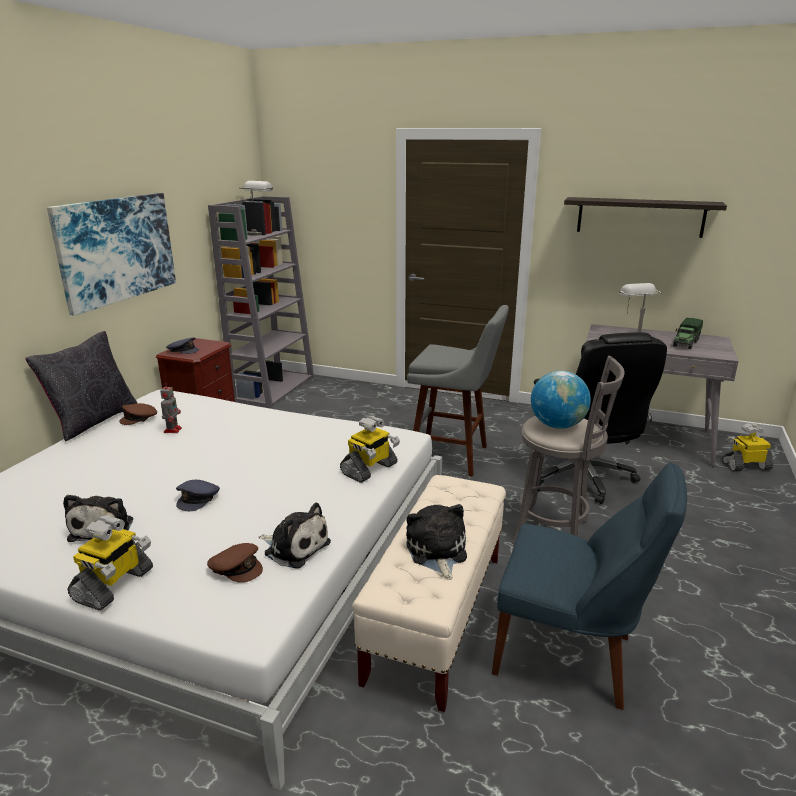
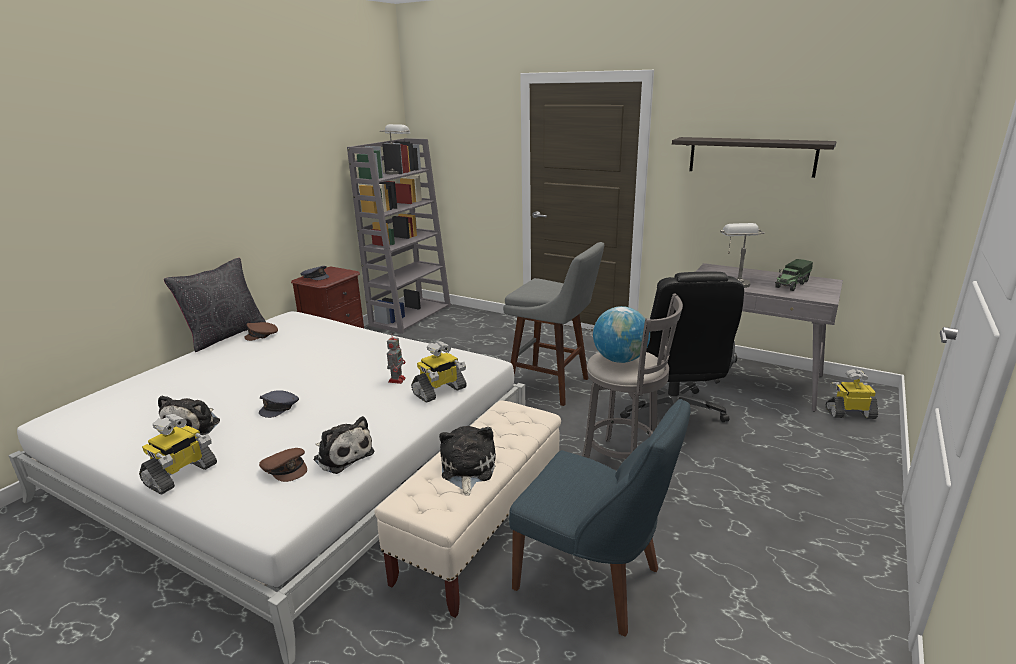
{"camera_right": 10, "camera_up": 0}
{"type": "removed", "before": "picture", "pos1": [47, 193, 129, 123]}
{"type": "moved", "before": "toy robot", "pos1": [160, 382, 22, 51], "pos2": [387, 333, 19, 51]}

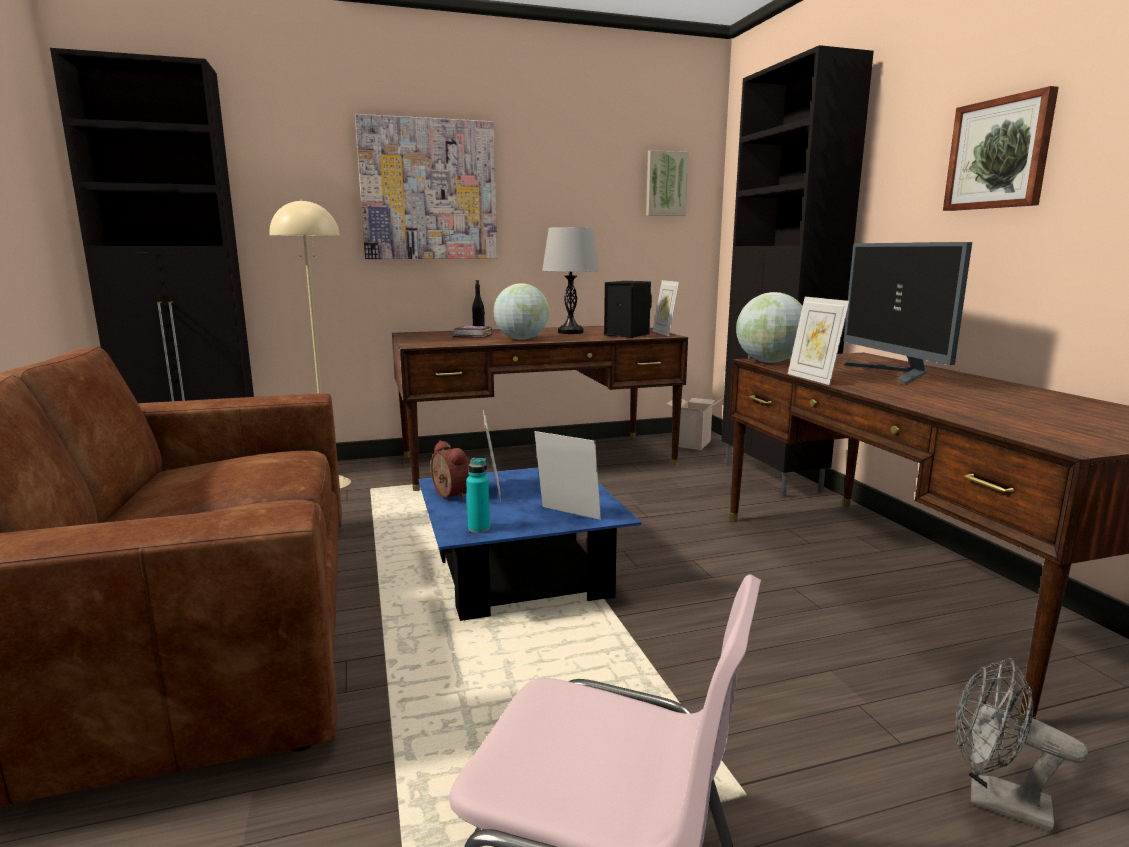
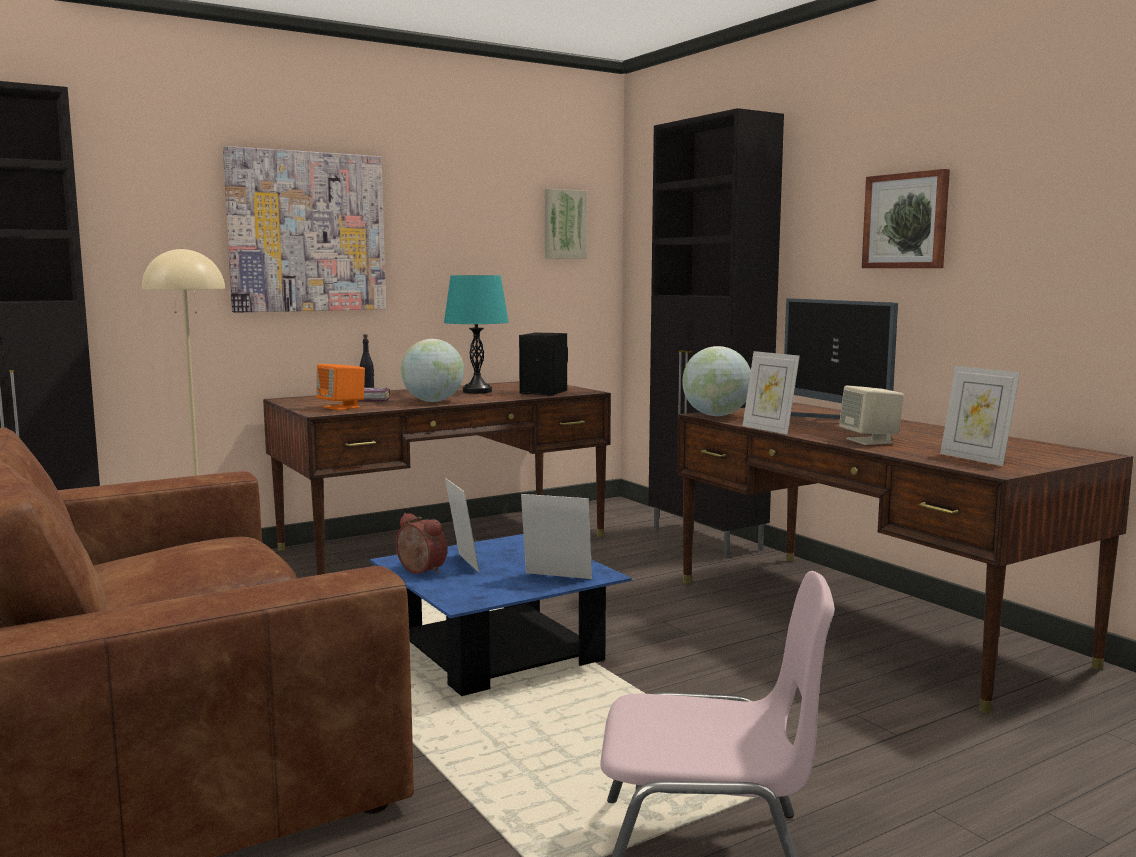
{"camera_right": -15, "camera_up": -5}
{"type": "recoloured", "before": "grey table lamp", "after": "turquoise table lamp", "pos1": [542, 227, 58, 107], "pos2": [444, 275, 65, 119]}
{"type": "moved", "before": "picture frame", "pos1": [652, 280, 27, 56], "pos2": [940, 366, 80, 100]}
{"type": "removed", "before": "cardboard box", "pos1": [667, 398, 56, 52]}
{"type": "removed", "before": "turquoise bottle", "pos1": [466, 458, 24, 75]}
{"type": "removed", "before": "grey fan", "pos1": [955, 658, 133, 173]}
{"type": "added", "after": "orange speaker", "pos2": [316, 364, 49, 46]}
{"type": "added", "after": "beige speaker", "pos2": [839, 386, 65, 59]}

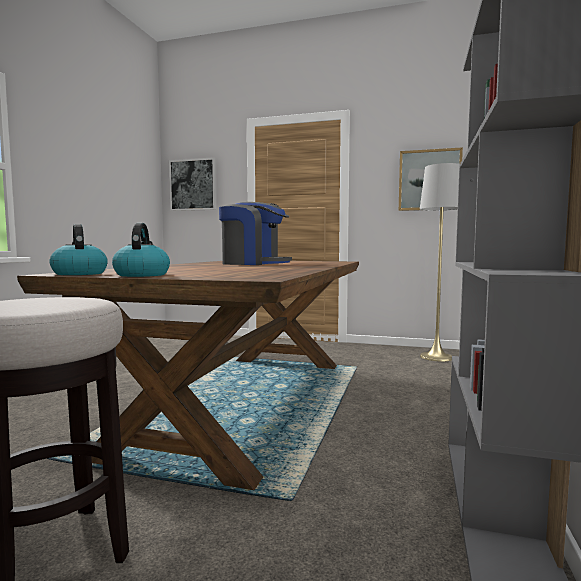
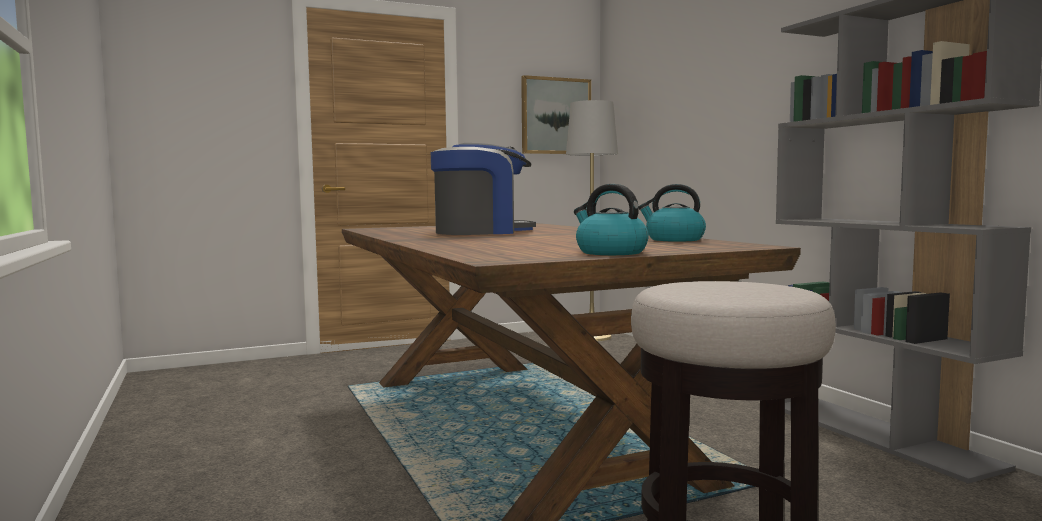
{"camera_right": -40, "camera_up": 0}
{"type": "removed", "before": "picture", "pos1": [169, 157, 48, 54]}
{"type": "moved", "before": "kettle", "pos1": [49, 224, 59, 51], "pos2": [639, 184, 67, 58]}

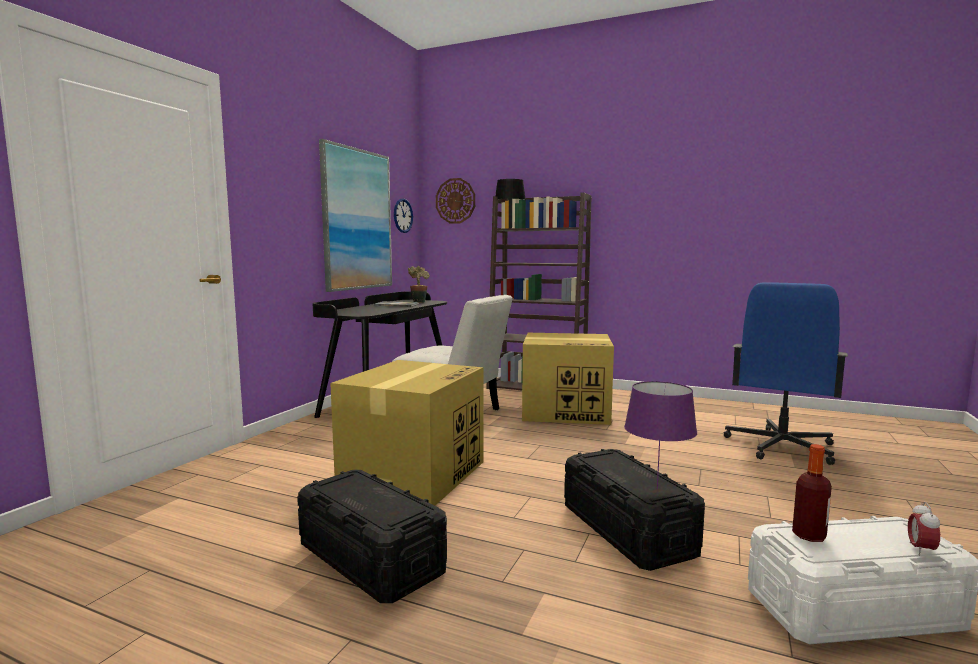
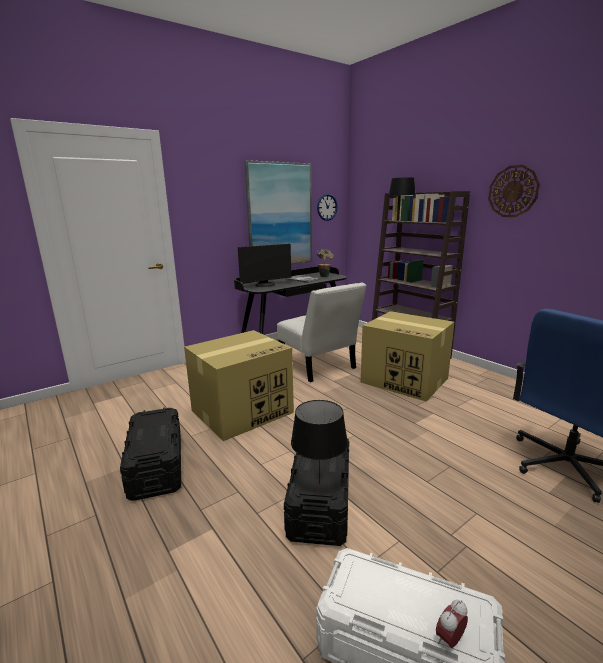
{"camera_right": 30, "camera_up": 10}
{"type": "moved", "before": "wall clock", "pos1": [436, 178, 39, 46], "pos2": [488, 165, 52, 52]}
{"type": "recoloured", "before": "purple table lamp", "after": "black table lamp", "pos1": [624, 381, 73, 108], "pos2": [291, 400, 57, 85]}
{"type": "removed", "before": "bottle", "pos1": [792, 444, 40, 98]}
{"type": "added", "after": "monitor", "pos2": [238, 244, 53, 43]}

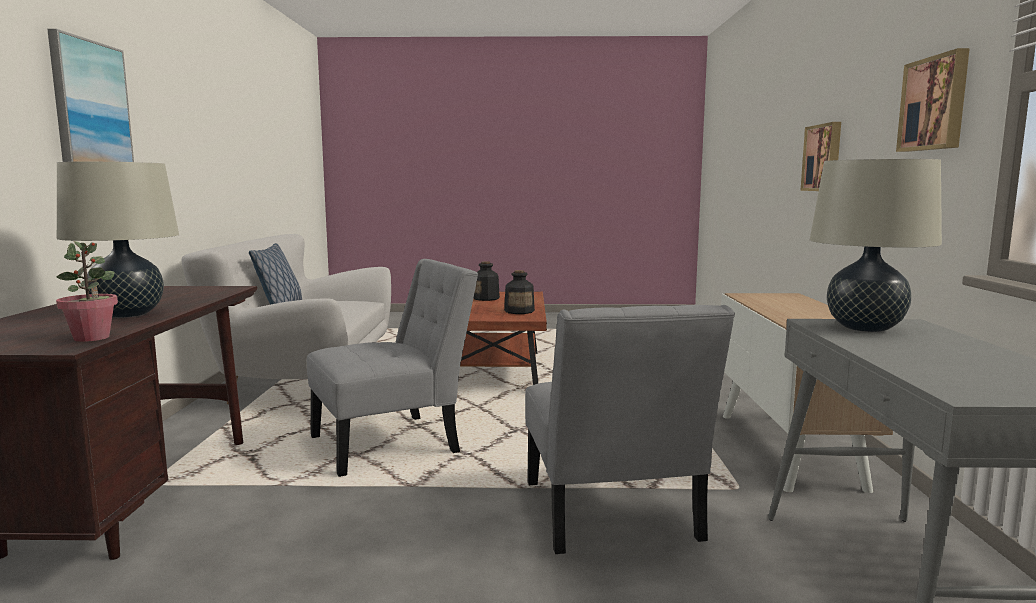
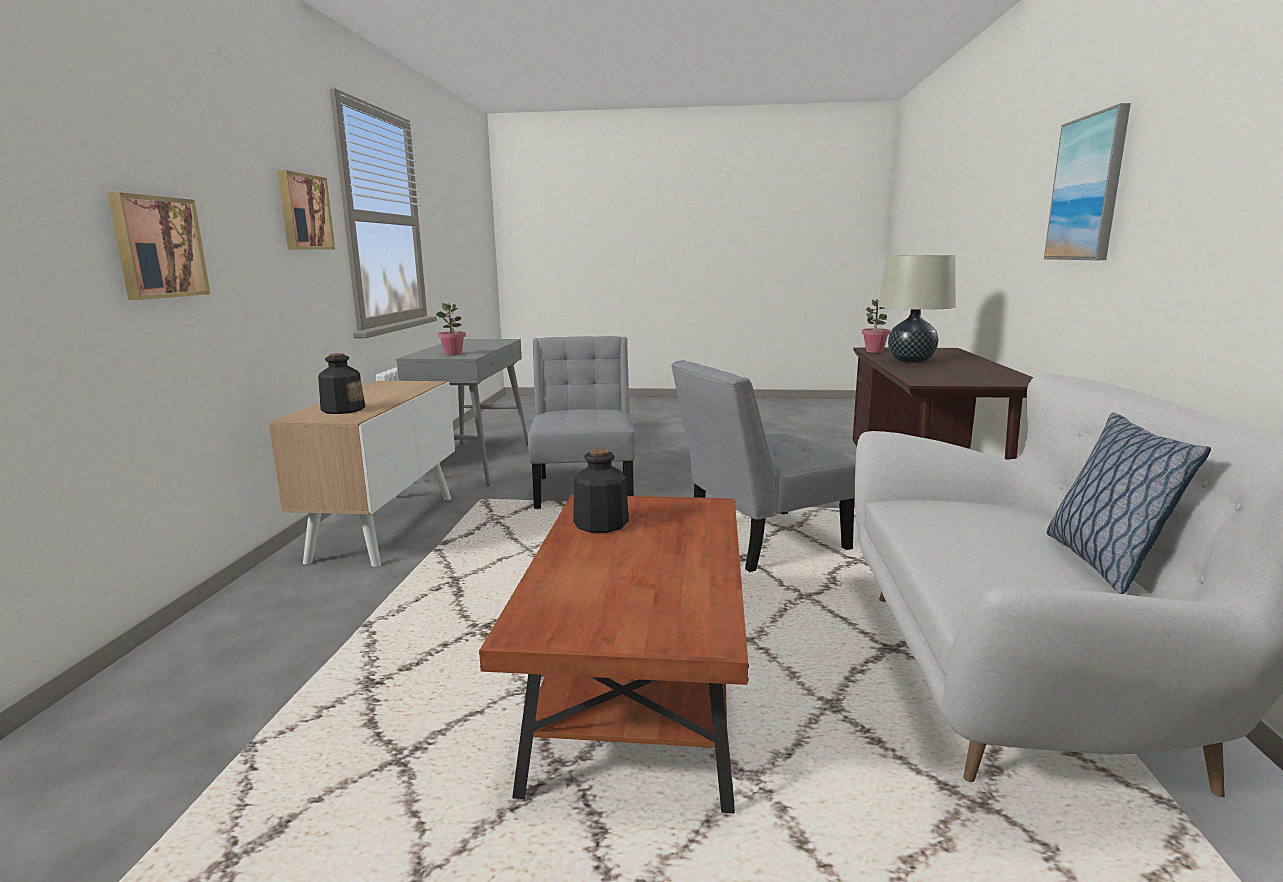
{"camera_right": -175, "camera_up": 5}
{"type": "replaced", "before": "beige table lamp", "after": "potted plant", "pos1": [810, 159, 132, 173], "pos2": [436, 303, 30, 53]}
{"type": "moved", "before": "bottle", "pos1": [474, 261, 26, 40], "pos2": [318, 353, 47, 61]}

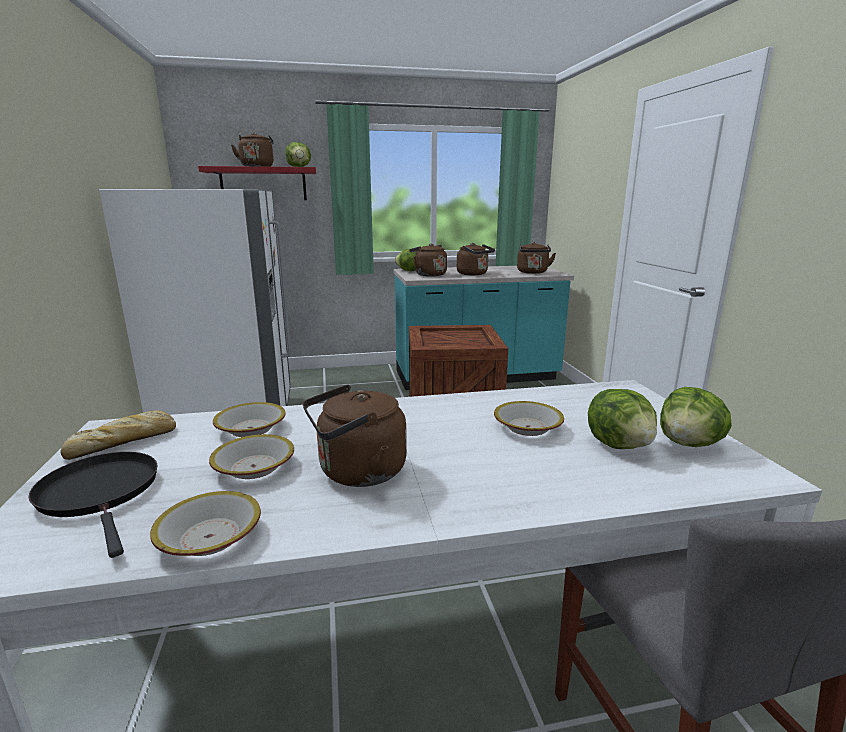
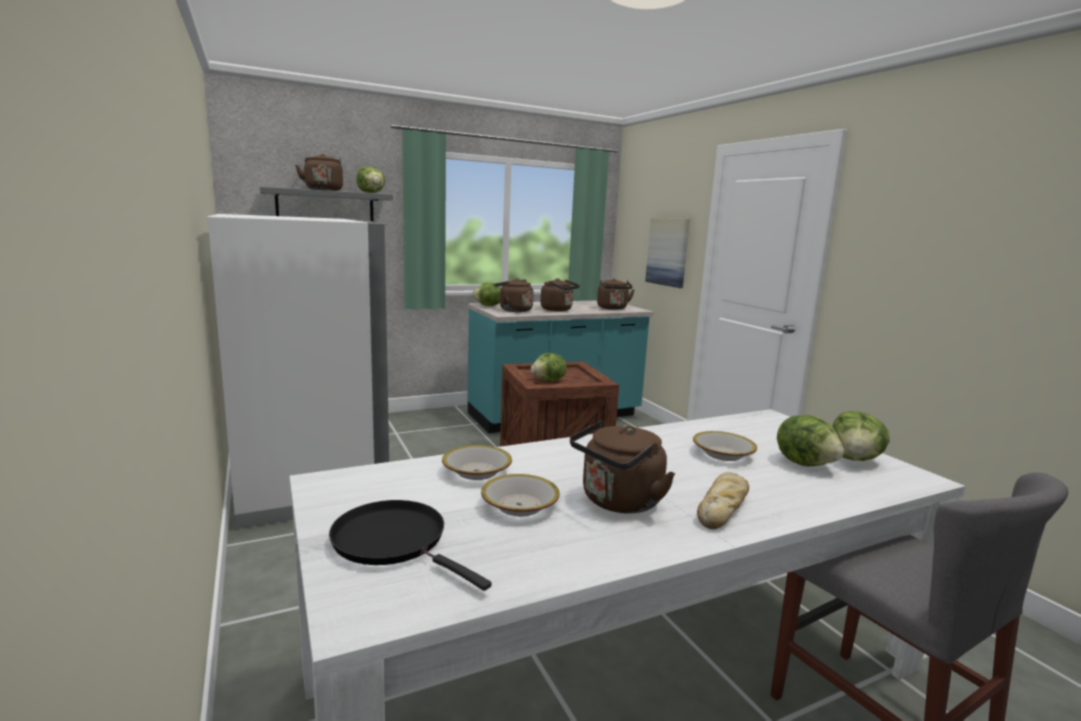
{"camera_right": -15, "camera_up": -5}
{"type": "recoloured", "before": "red shelf", "after": "grey shelf", "pos1": [198, 166, 118, 34], "pos2": [260, 187, 133, 34]}
{"type": "moved", "before": "bread", "pos1": [60, 410, 116, 50], "pos2": [697, 472, 52, 57]}
{"type": "removed", "before": "bowl", "pos1": [150, 491, 111, 65]}
{"type": "added", "after": "picture", "pos2": [645, 218, 45, 70]}
{"type": "added", "after": "lettuce", "pos2": [531, 353, 36, 29]}

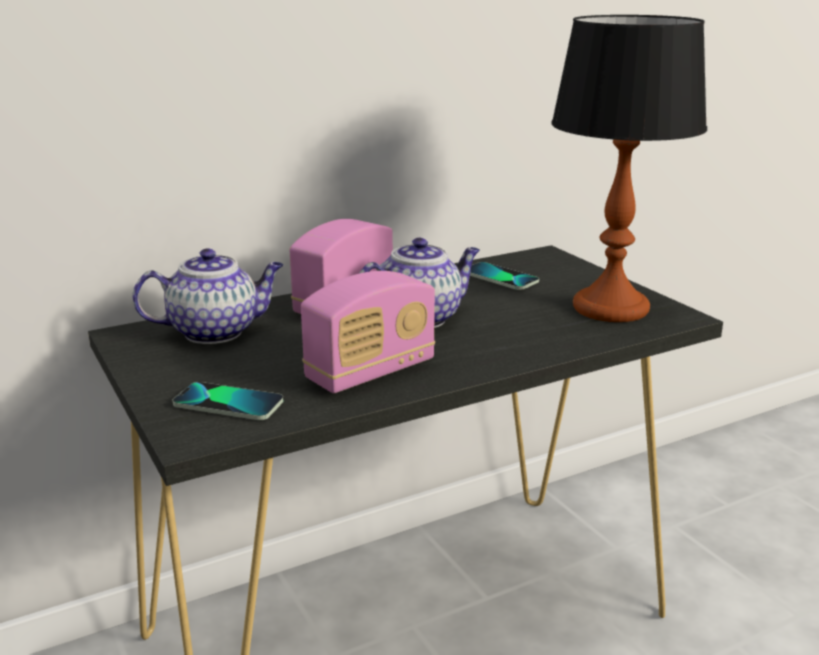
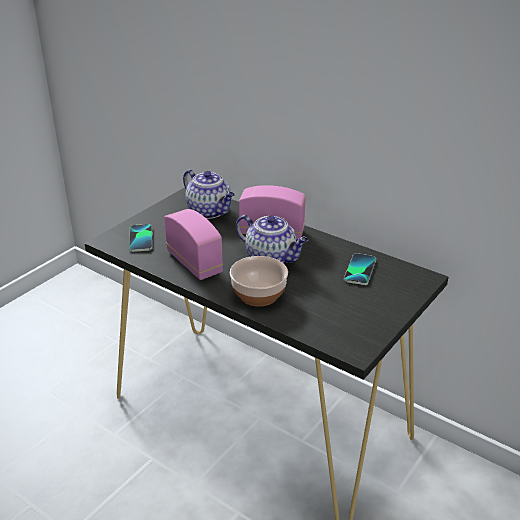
{"camera_right": 65, "camera_up": 10}
{"type": "removed", "before": "table lamp", "pos1": [551, 15, 156, 307]}
{"type": "turned", "before": "radio", "pos1": [301, 271, 134, 122], "pos2": [164, 209, 59, 71], "turn": -150}
{"type": "added", "after": "bowl", "pos2": [230, 256, 58, 51]}

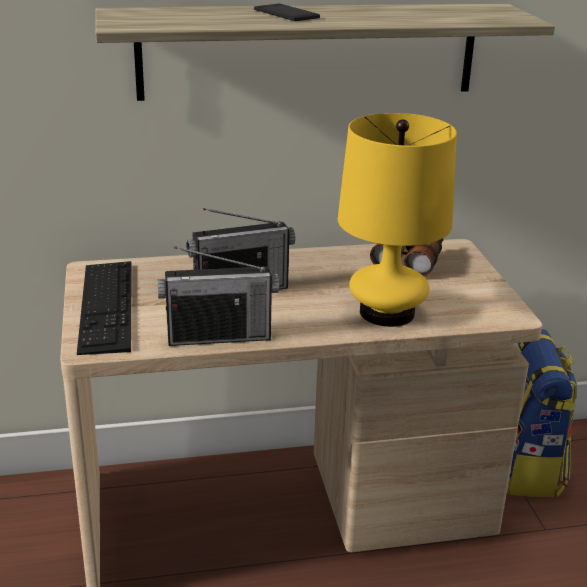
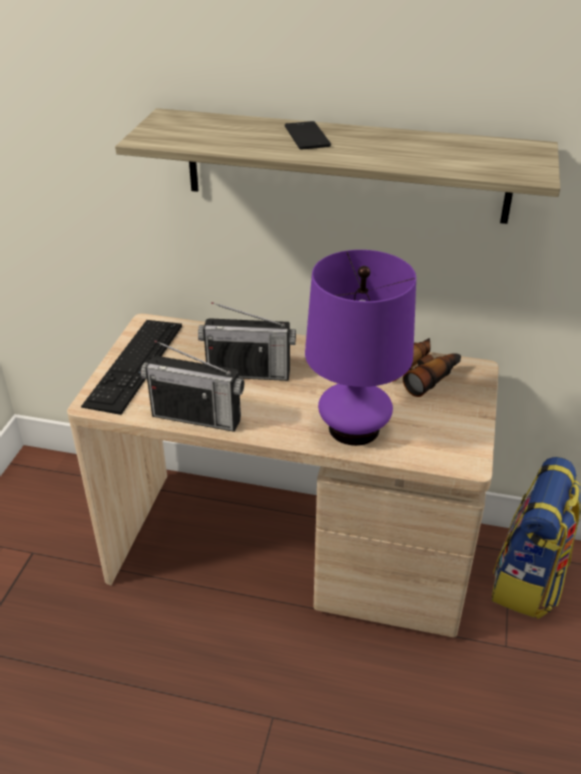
{"camera_right": 25, "camera_up": 10}
{"type": "recoloured", "before": "yellow table lamp", "after": "purple table lamp", "pos1": [338, 113, 119, 214], "pos2": [305, 250, 111, 196]}

